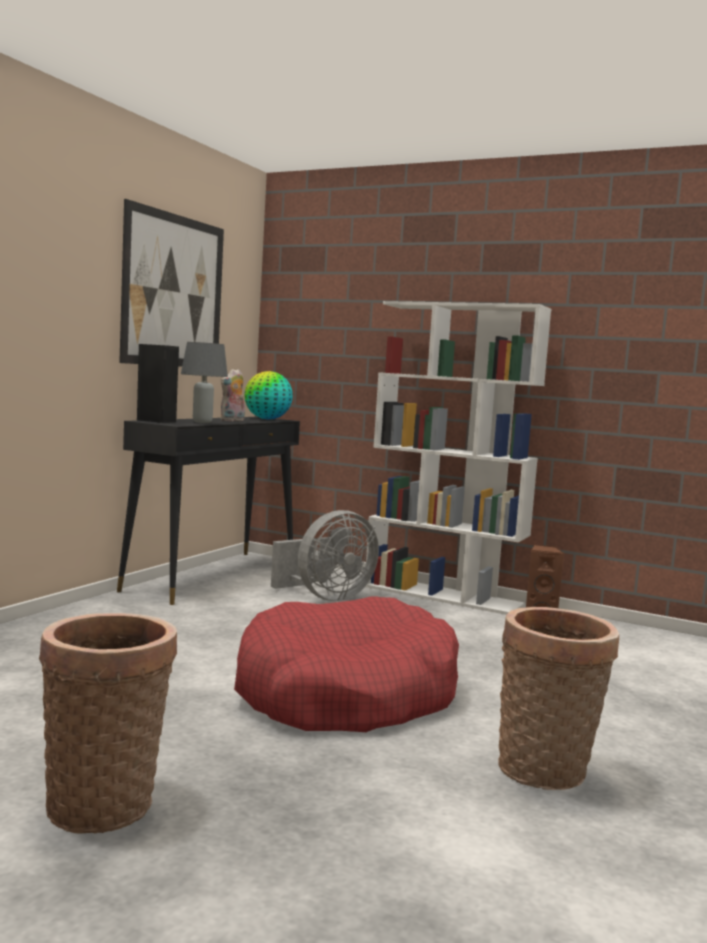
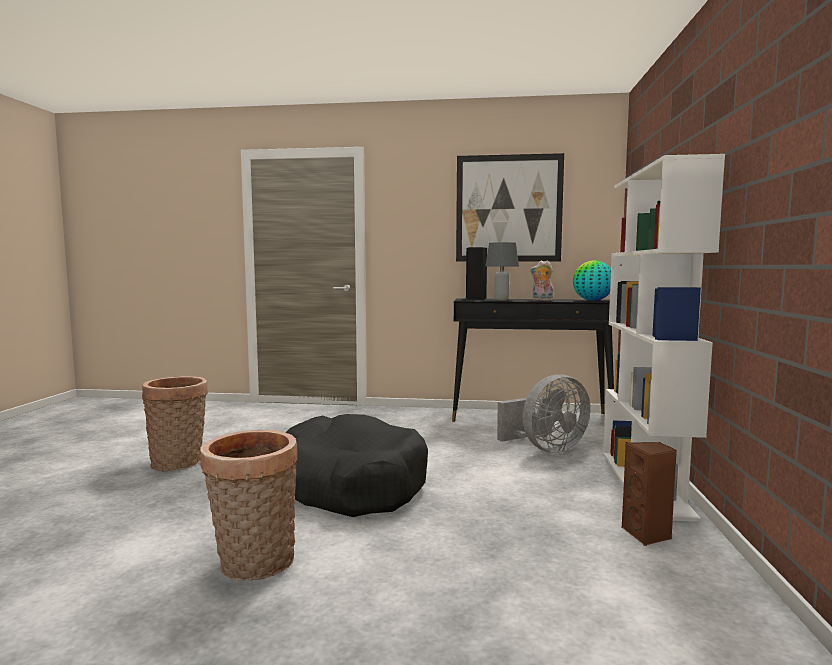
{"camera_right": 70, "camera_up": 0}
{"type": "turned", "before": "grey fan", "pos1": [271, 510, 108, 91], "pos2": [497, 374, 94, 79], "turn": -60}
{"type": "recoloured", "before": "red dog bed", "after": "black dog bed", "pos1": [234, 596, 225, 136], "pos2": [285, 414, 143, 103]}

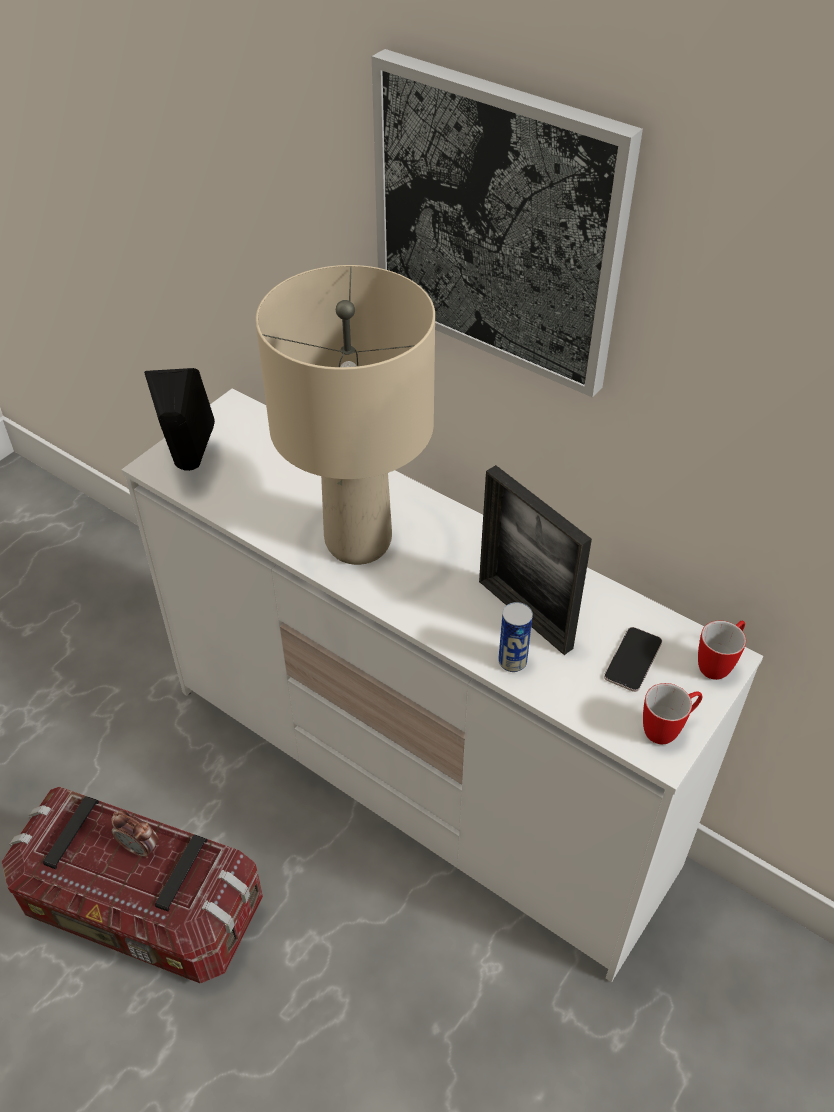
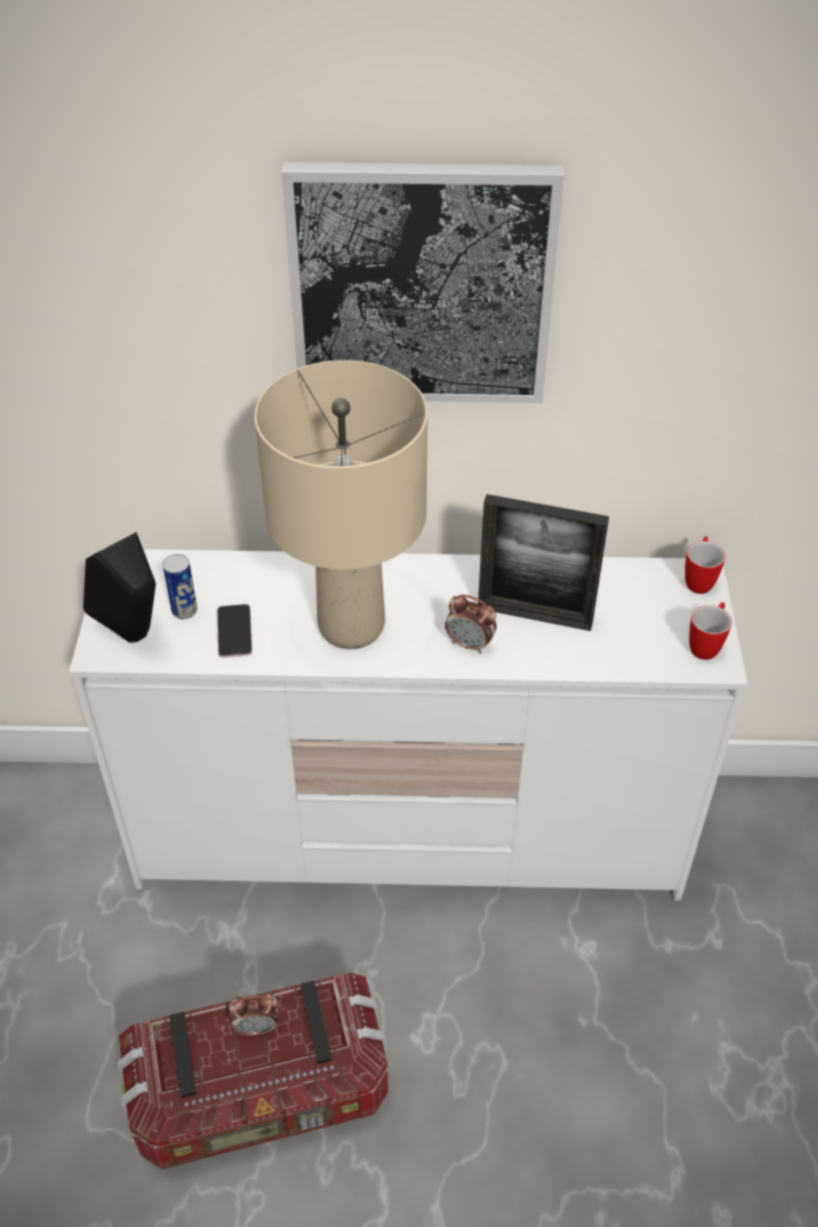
{"camera_right": -35, "camera_up": 0}
{"type": "moved", "before": "can", "pos1": [498, 602, 35, 70], "pos2": [162, 554, 35, 65]}
{"type": "moved", "before": "phone", "pos1": [604, 627, 58, 65], "pos2": [217, 604, 35, 54]}
{"type": "added", "after": "alarm clock", "pos2": [445, 594, 52, 60]}

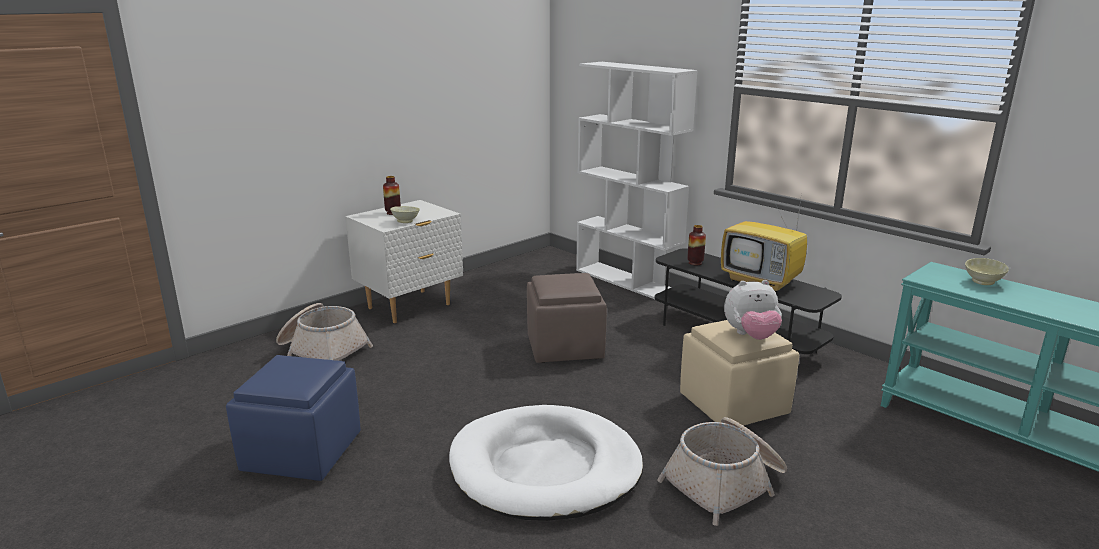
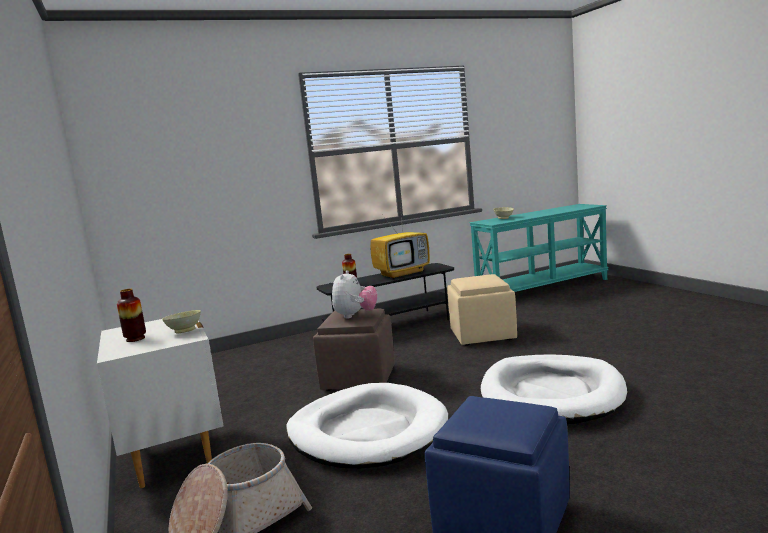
{"camera_right": -70, "camera_up": -10}
{"type": "removed", "before": "white bookcase", "pos1": [576, 62, 122, 237]}
{"type": "moved", "before": "plush toy", "pos1": [724, 280, 58, 60], "pos2": [332, 270, 45, 49]}
{"type": "removed", "before": "basket", "pos1": [657, 417, 130, 109]}
{"type": "added", "after": "white dog bed", "pos2": [286, 383, 162, 86]}

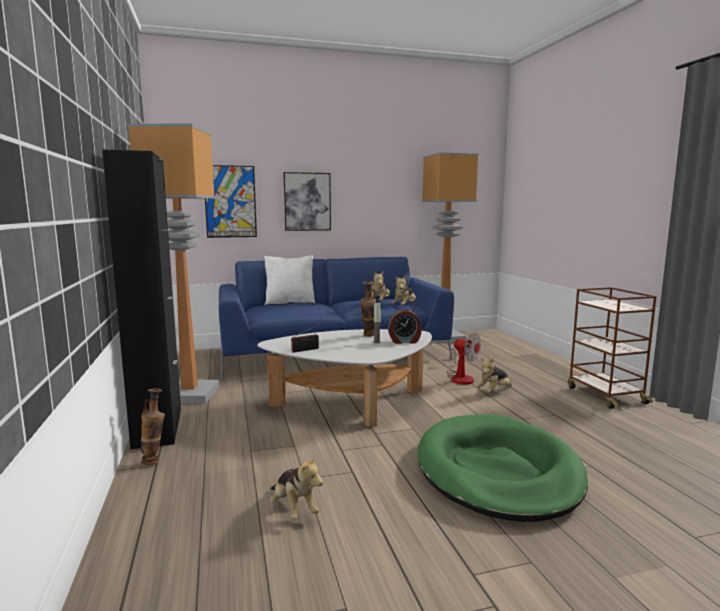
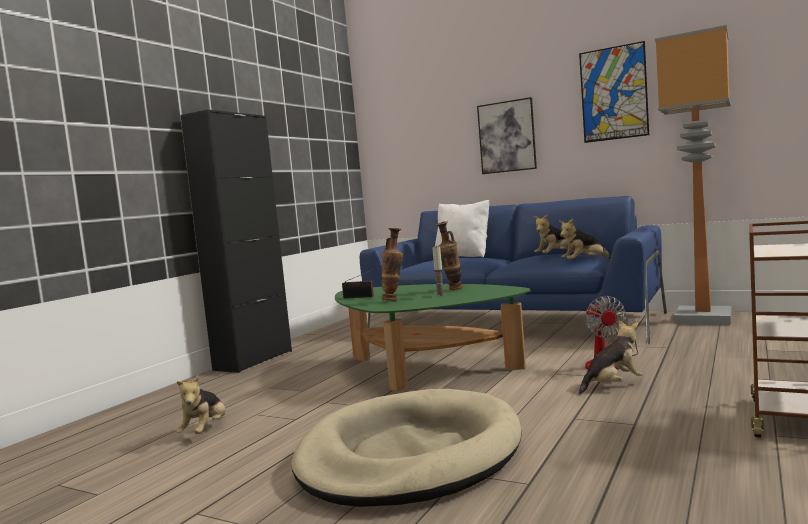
{"camera_right": 45, "camera_up": -5}
{"type": "removed", "before": "floor lamp", "pos1": [127, 124, 92, 280]}
{"type": "moved", "before": "picture", "pos1": [205, 165, 52, 73], "pos2": [579, 41, 70, 102]}
{"type": "removed", "before": "alarm clock", "pos1": [388, 309, 34, 35]}
{"type": "recoloured", "before": "white coffee table", "after": "green coffee table", "pos1": [258, 329, 174, 98], "pos2": [335, 284, 195, 107]}
{"type": "turned", "before": "plush toy", "pos1": [476, 358, 36, 35], "pos2": [579, 320, 64, 74], "turn": 150}
{"type": "moved", "before": "vase", "pos1": [141, 388, 24, 77], "pos2": [382, 228, 22, 73]}
{"type": "recoloured", "before": "green dog bed", "after": "beige dog bed", "pos1": [417, 414, 171, 108], "pos2": [292, 389, 229, 118]}

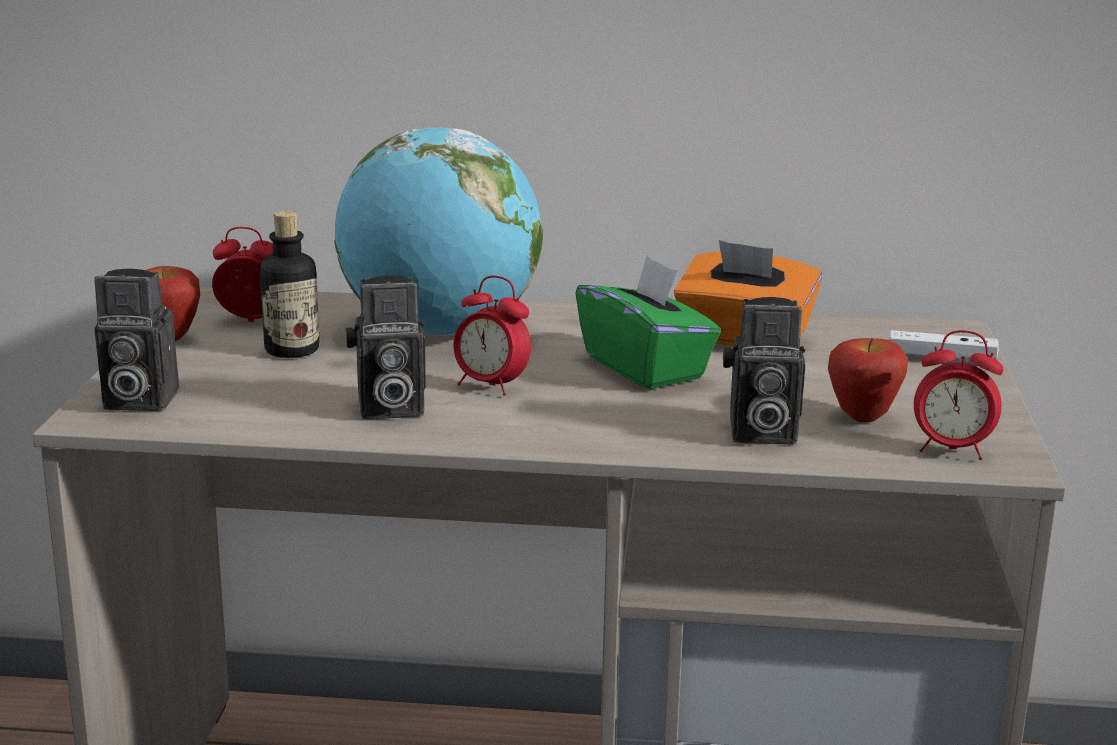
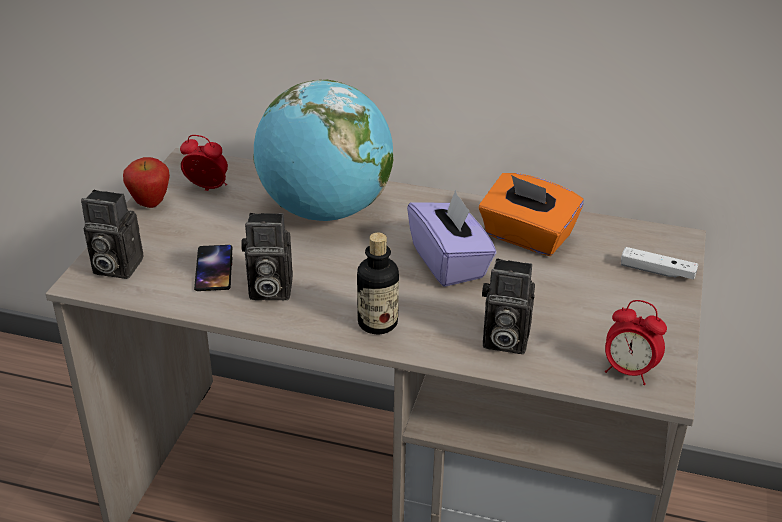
{"camera_right": 10, "camera_up": 15}
{"type": "moved", "before": "bottle", "pos1": [260, 211, 59, 147], "pos2": [357, 232, 42, 102]}
{"type": "recoloured", "before": "green tissue box", "after": "purple tissue box", "pos1": [576, 256, 145, 133], "pos2": [407, 190, 89, 97]}
{"type": "removed", "before": "alarm clock", "pos1": [453, 276, 78, 120]}
{"type": "removed", "before": "apple", "pos1": [828, 338, 80, 85]}
{"type": "added", "after": "phone", "pos2": [194, 245, 38, 46]}

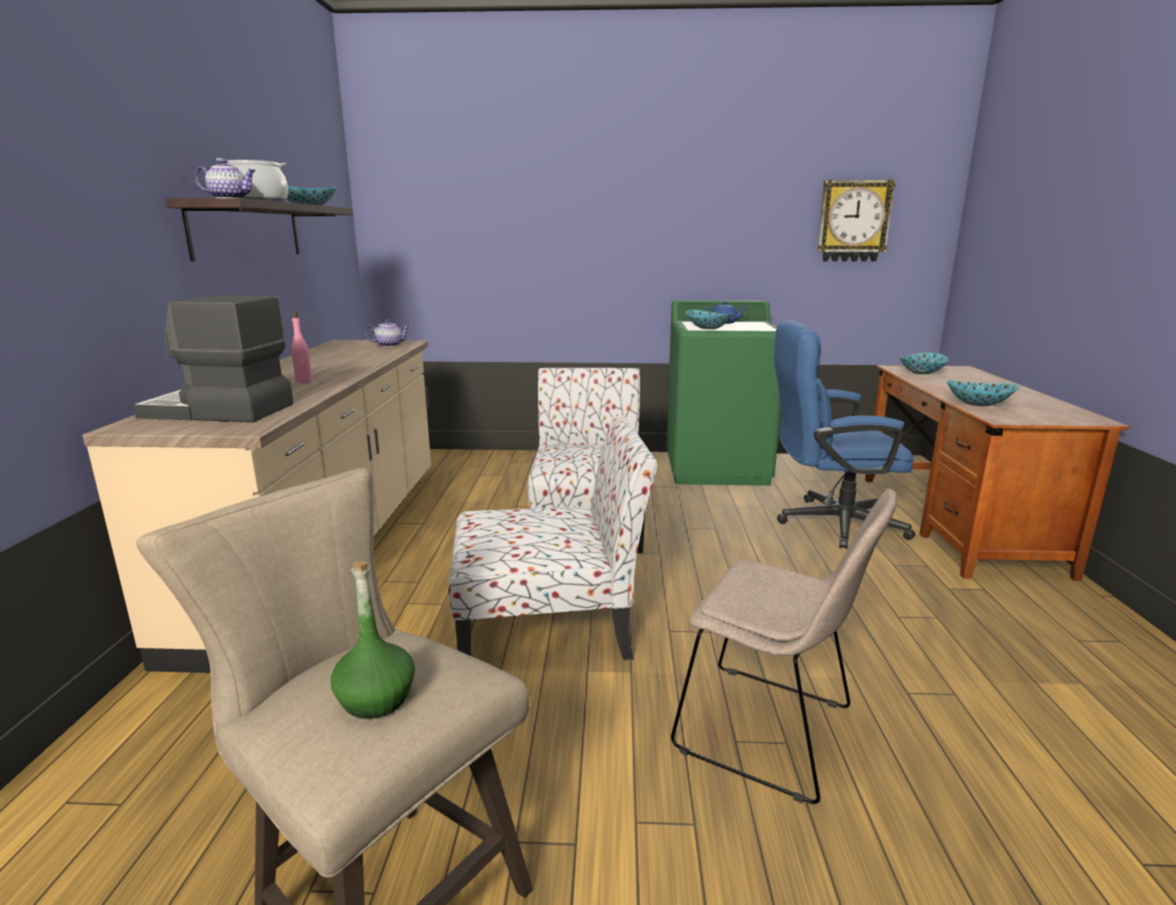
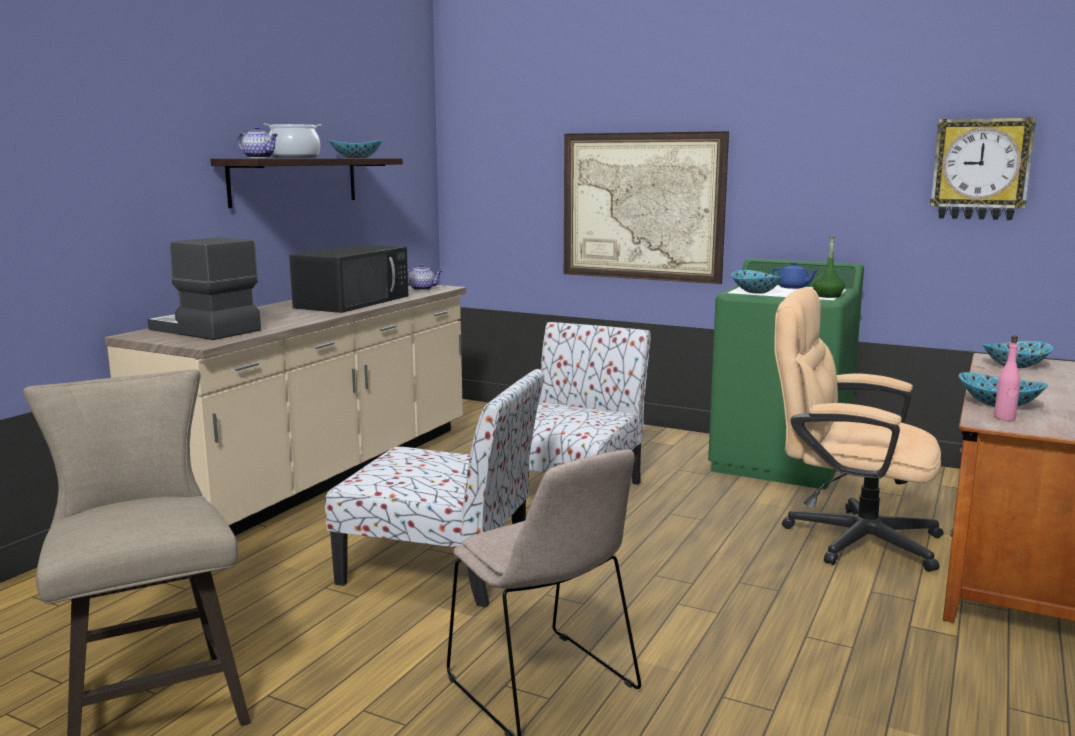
{"camera_right": 25, "camera_up": -5}
{"type": "moved", "before": "pink bottle", "pos1": [291, 312, 21, 71], "pos2": [994, 335, 26, 86]}
{"type": "recoloured", "before": "blue office chair", "after": "beige office chair", "pos1": [774, 320, 141, 229], "pos2": [774, 287, 169, 285]}
{"type": "moved", "before": "green bottle", "pos1": [331, 561, 84, 158], "pos2": [813, 237, 32, 61]}
{"type": "added", "after": "picture", "pos2": [564, 131, 165, 153]}
{"type": "added", "after": "black microwave", "pos2": [289, 244, 119, 69]}

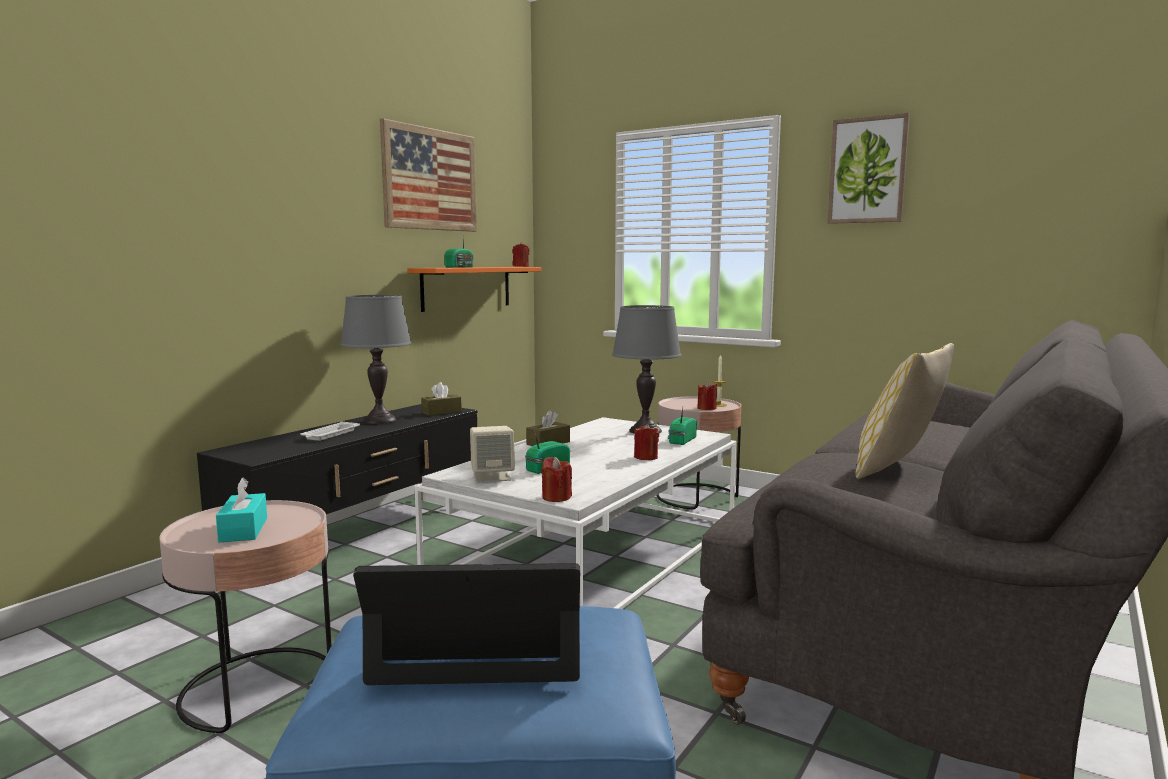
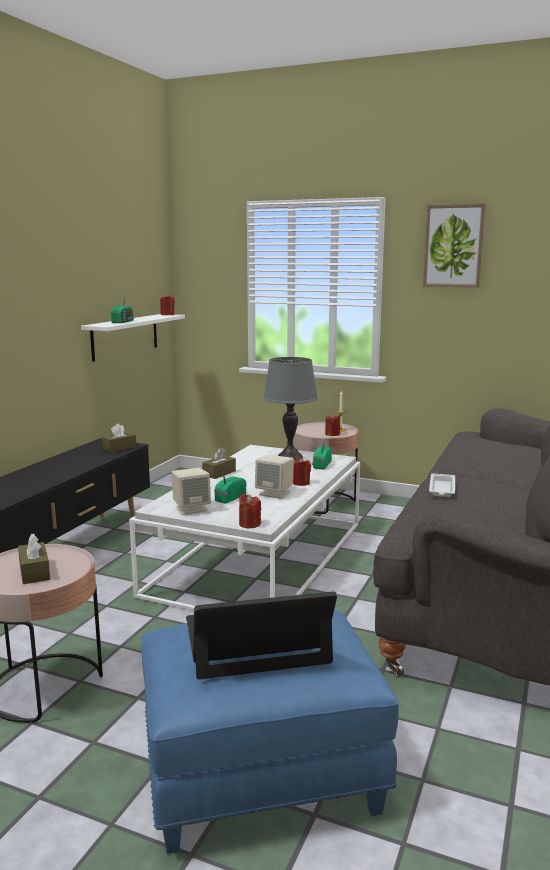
{"camera_right": -10, "camera_up": 5}
{"type": "removed", "before": "picture", "pos1": [380, 118, 97, 114]}
{"type": "recoloured", "before": "orange shelf", "after": "white shelf", "pos1": [408, 267, 134, 45], "pos2": [81, 314, 104, 48]}
{"type": "removed", "before": "grey table lamp", "pos1": [340, 295, 72, 129]}
{"type": "removed", "before": "pillow", "pos1": [855, 343, 99, 136]}
{"type": "moved", "before": "white tray", "pos1": [300, 421, 60, 20], "pos2": [429, 473, 26, 24]}
{"type": "recoloured", "before": "turquoise tissue box", "after": "brown tissue box", "pos1": [216, 478, 51, 64], "pos2": [18, 533, 32, 51]}
{"type": "added", "after": "beige speaker", "pos2": [255, 455, 39, 44]}

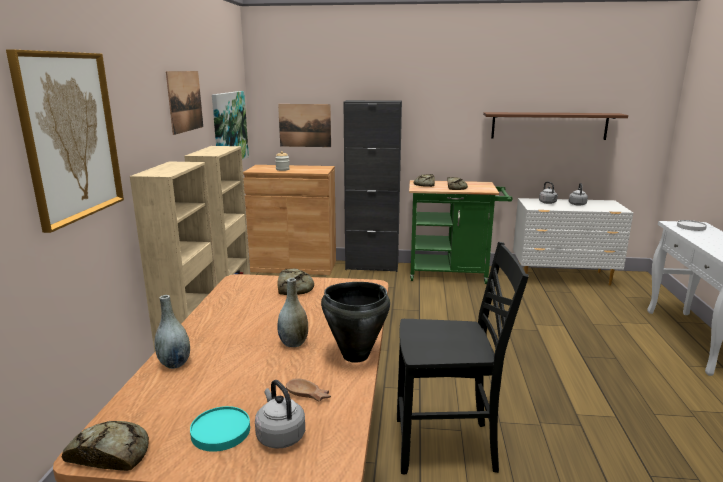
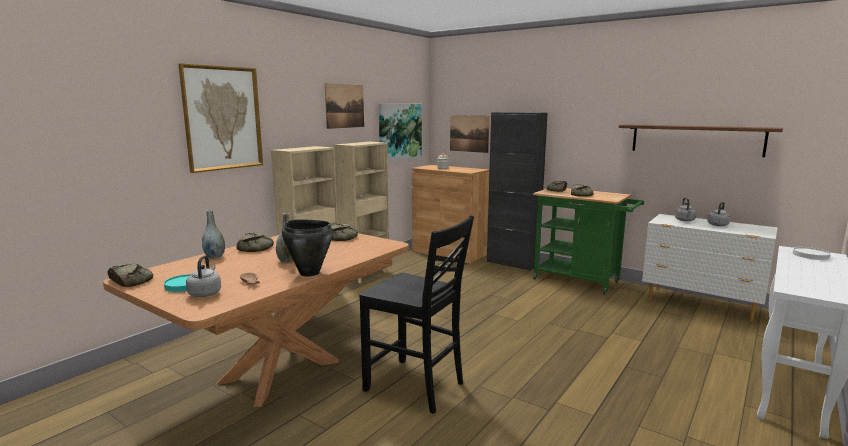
{"camera_right": 30, "camera_up": -5}
{"type": "added", "after": "bread", "pos2": [236, 233, 38, 19]}

